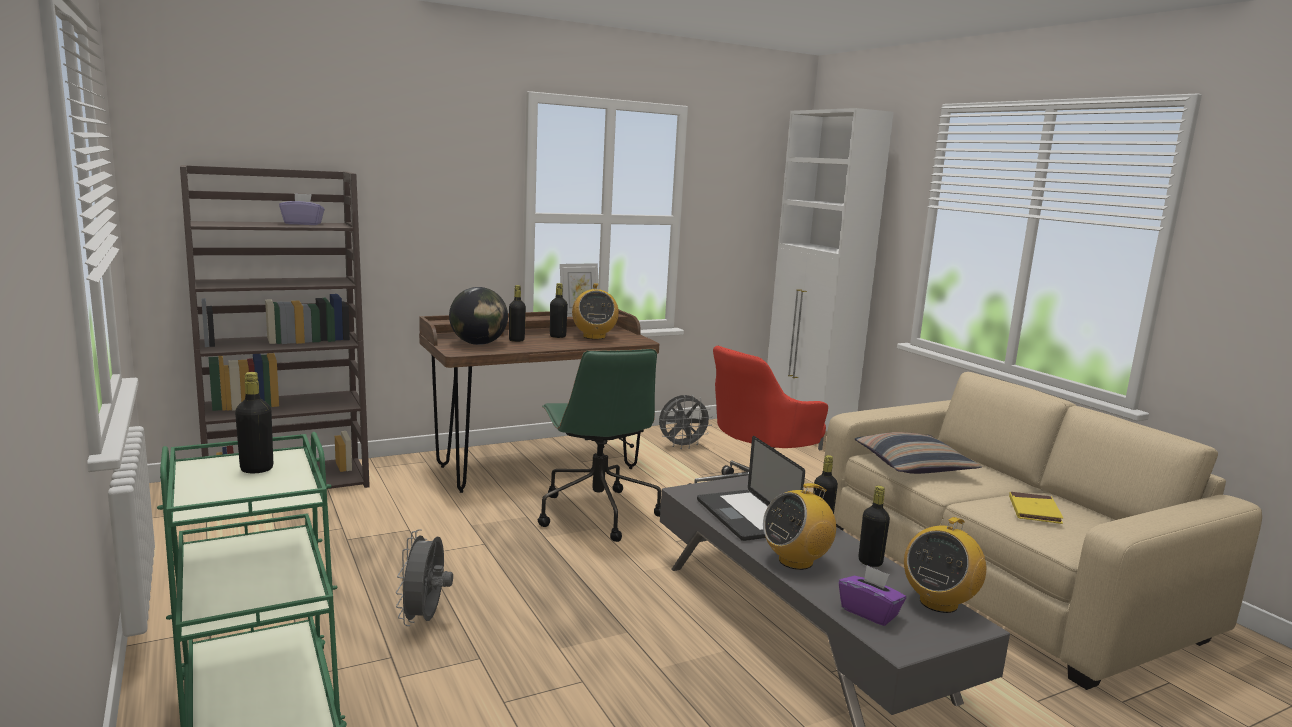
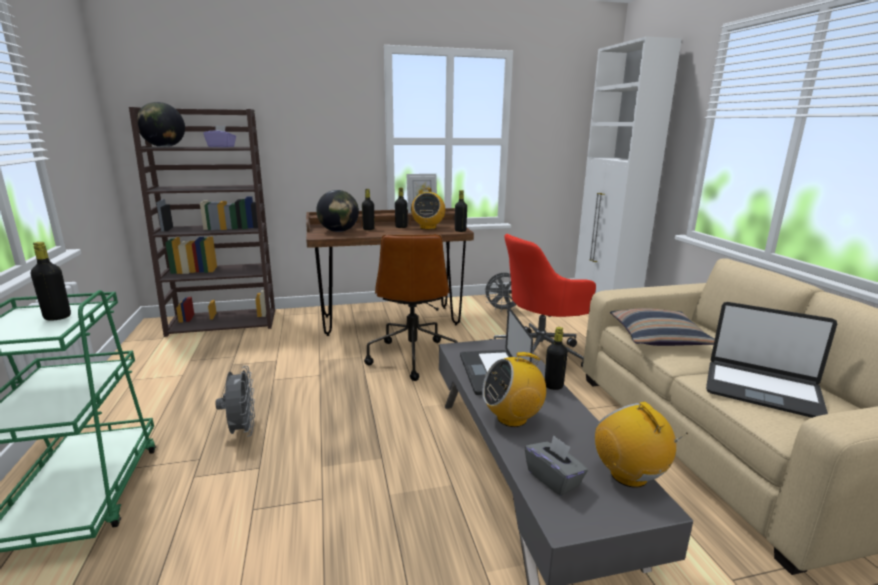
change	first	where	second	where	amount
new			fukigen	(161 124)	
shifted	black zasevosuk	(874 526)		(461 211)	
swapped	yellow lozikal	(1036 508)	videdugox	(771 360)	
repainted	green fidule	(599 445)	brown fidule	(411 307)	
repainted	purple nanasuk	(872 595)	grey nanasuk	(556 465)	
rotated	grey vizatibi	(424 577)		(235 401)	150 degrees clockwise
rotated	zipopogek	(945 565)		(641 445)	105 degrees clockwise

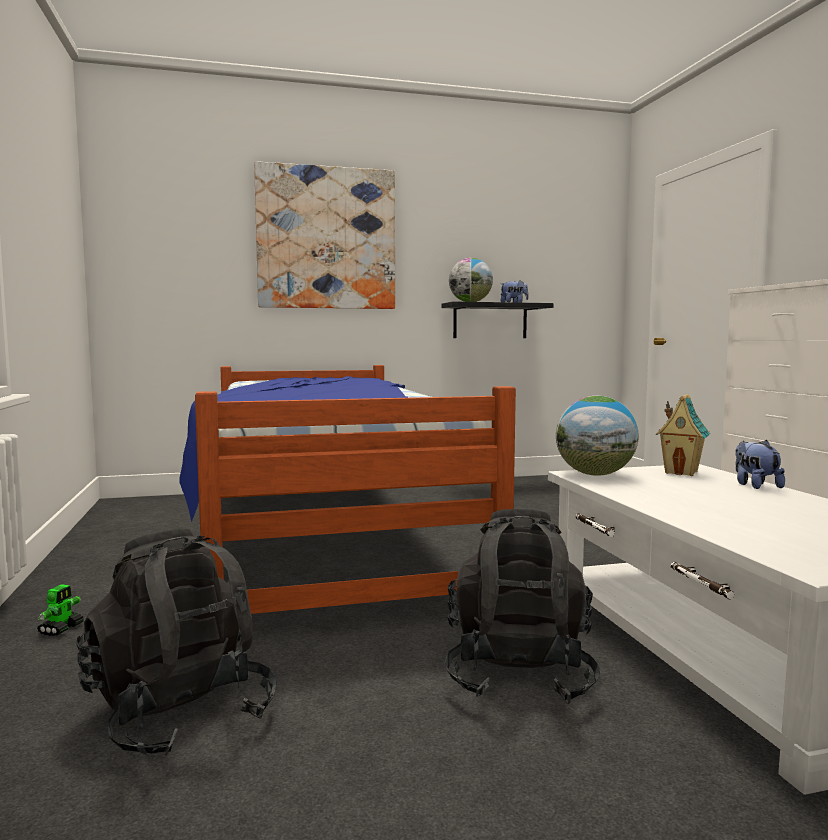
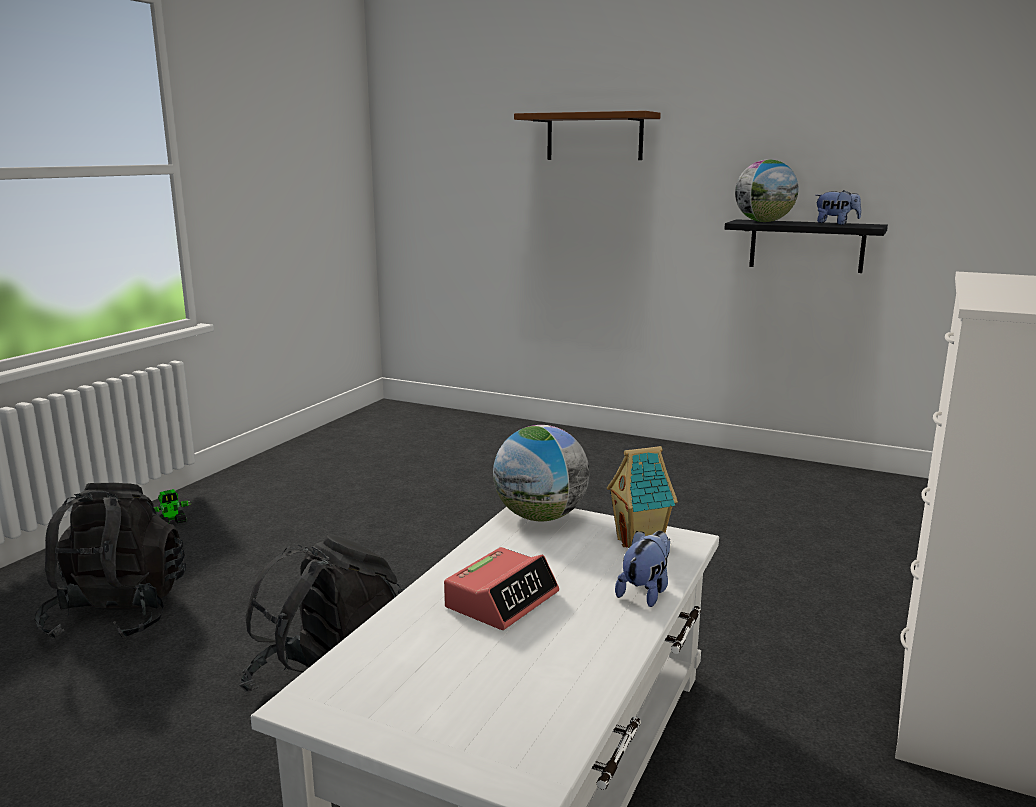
change	first	where	second	where	amount
gone	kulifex	(348 489)			
new			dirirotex	(501 588)	
swapped	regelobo	(324 235)	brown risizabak	(587 135)	

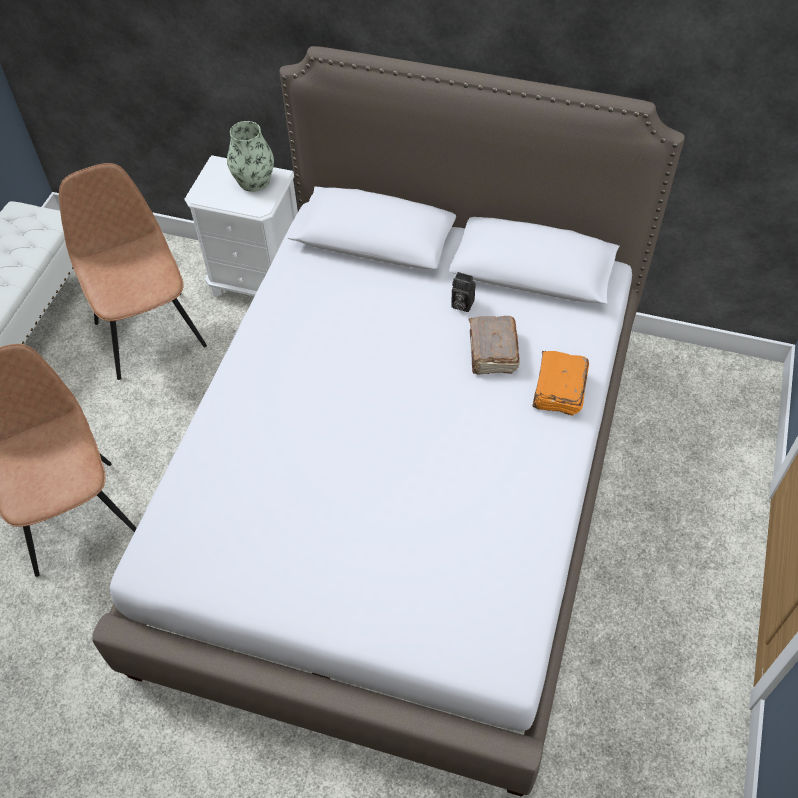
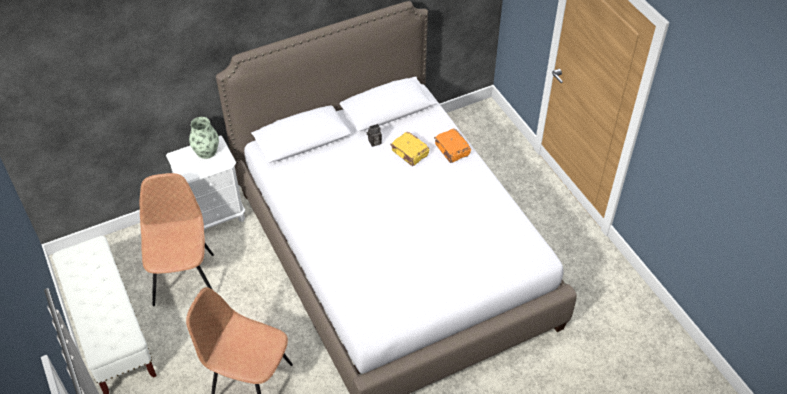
change	first	where	second	where	amount
repainted	brown lozikal	(494 345)	yellow lozikal	(409 149)	
rotated	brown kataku	(133 271)		(177 239)	60 degrees clockwise

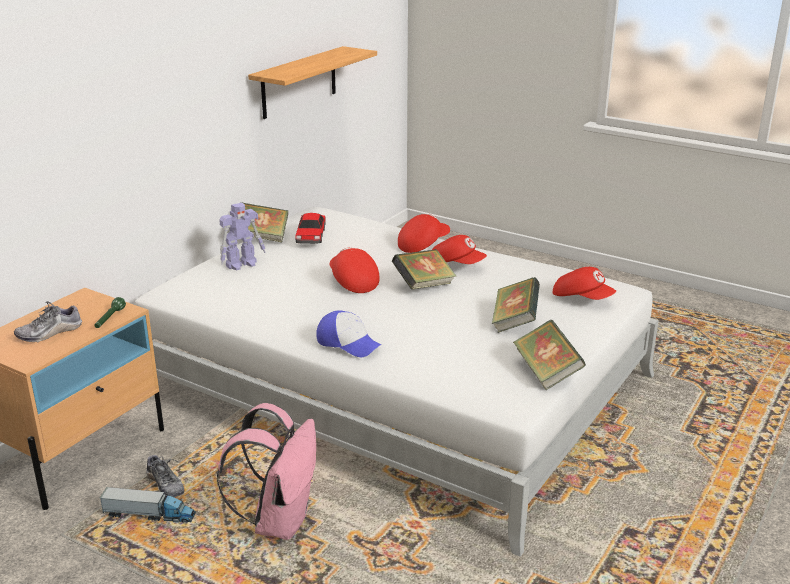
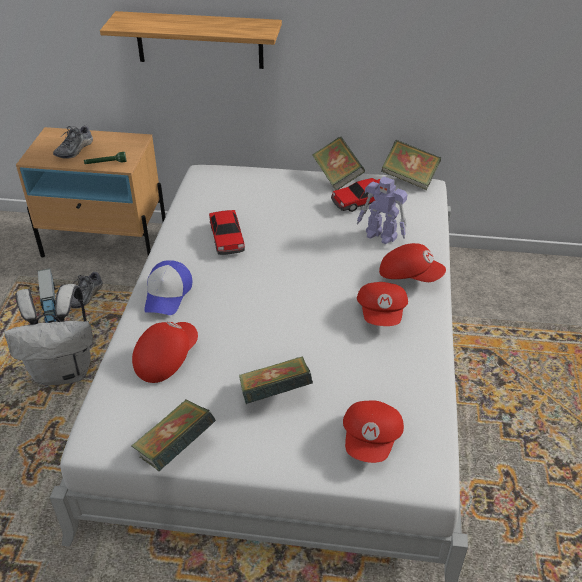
change	first	where	second	where	amount
new			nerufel	(227 232)	
shifted	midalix	(242 237)		(382 210)	
shifted	risizabak	(312 82)		(191 40)	
shifted	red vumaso	(355 270)		(165 352)	
shifted	lozikal	(424 269)		(411 165)	
repainted	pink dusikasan	(266 471)	white dusikasan	(48 334)	
rotated	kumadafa	(48 322)		(73 142)	90 degrees counterclockwise

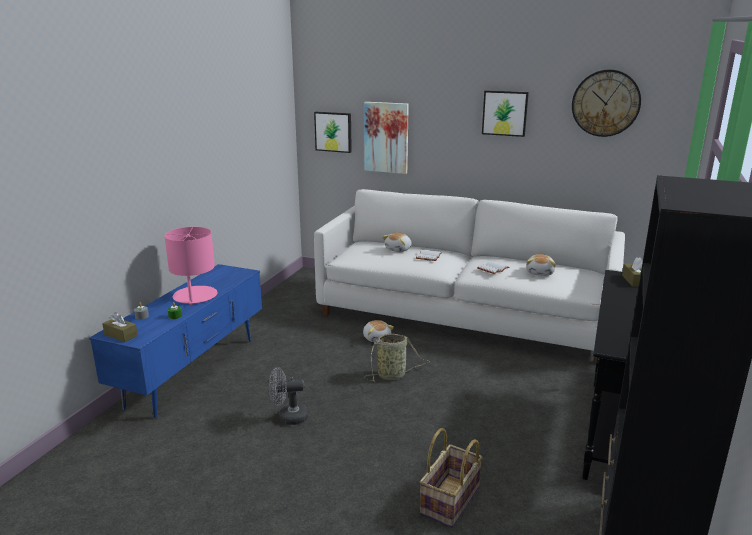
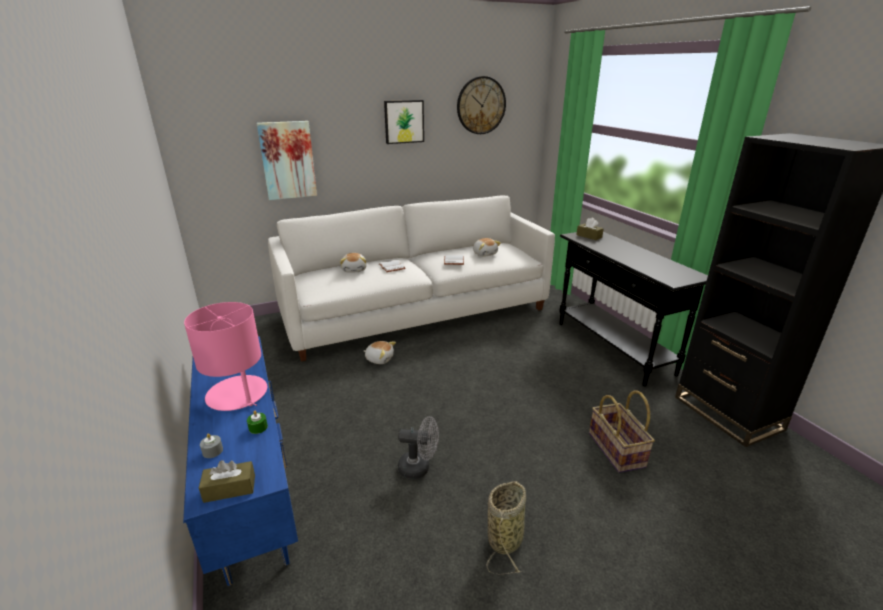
change	first	where	second	where	amount
gone	regelobo	(333 132)			
shifted	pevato	(397 358)		(506 527)	
rotated	grey vizatibi	(288 396)		(418 447)	120 degrees counterclockwise

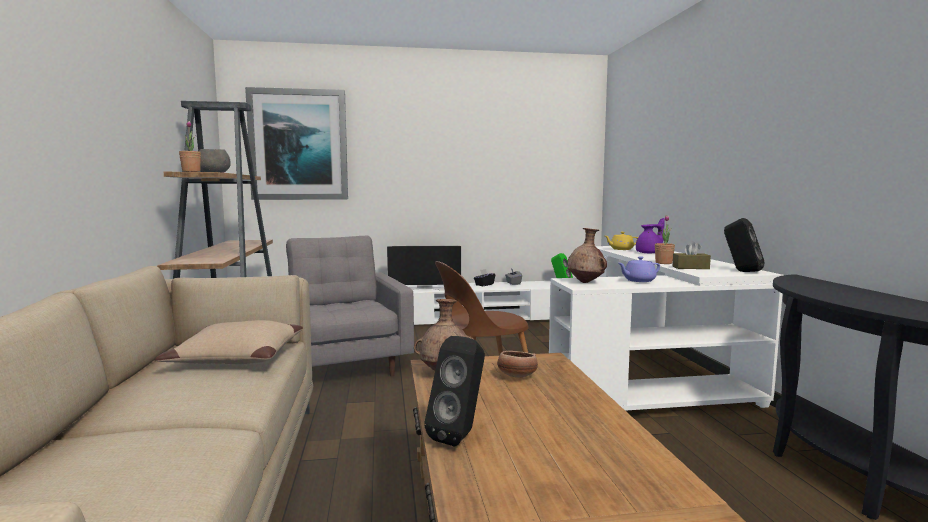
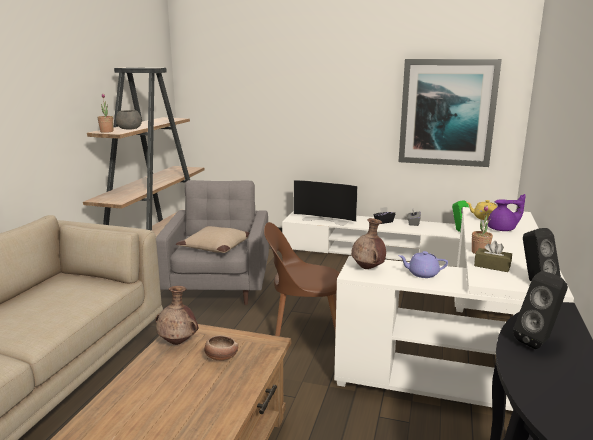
change	first	where	second	where	amount
shifted	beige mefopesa	(229 342)		(213 239)	
shifted	regelobo	(296 143)		(450 113)	
shifted	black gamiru	(454 391)		(540 310)	

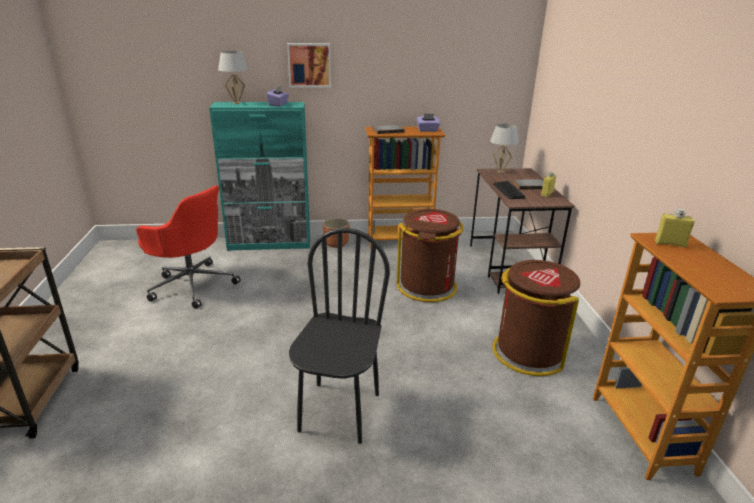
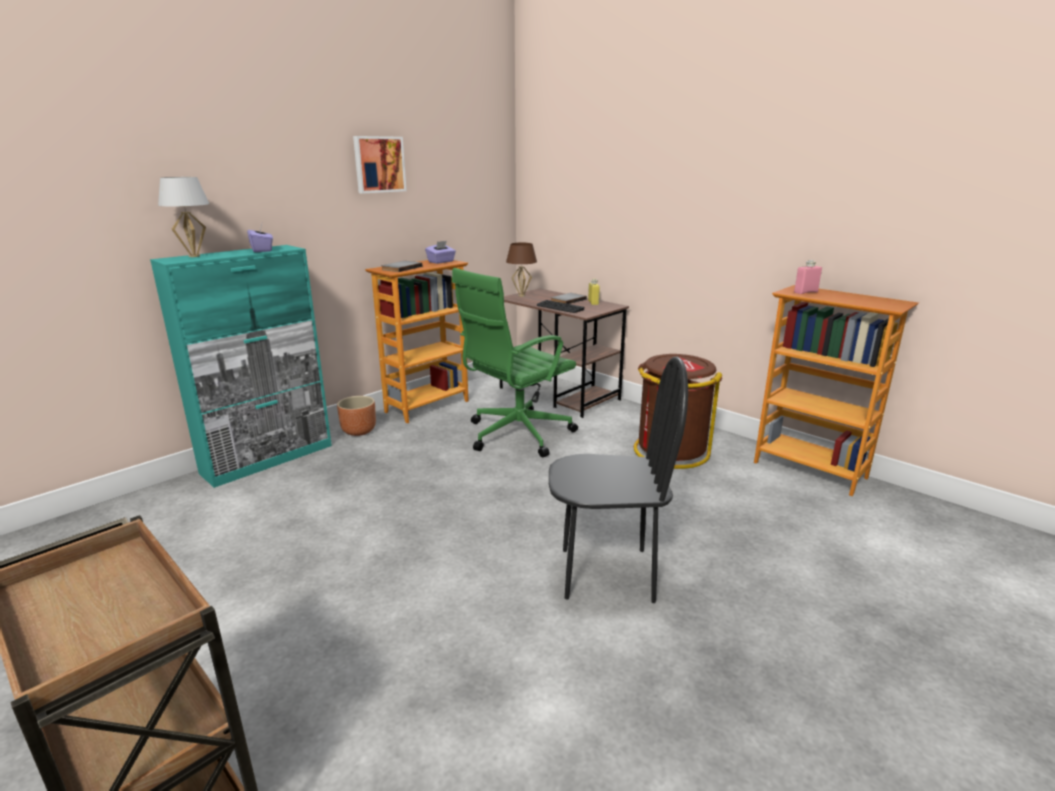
change	first	where	second	where	amount
gone	red fidule	(188 247)			
shifted	regelobo	(309 65)		(380 165)	
swapped	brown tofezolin	(430 255)	green fidule	(515 362)	
repainted	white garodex	(504 148)	brown garodex	(521 270)	
repainted	yellow zasevosuk	(675 228)	pink zasevosuk	(808 277)	
rotated	black kataku	(339 336)		(618 480)	120 degrees clockwise

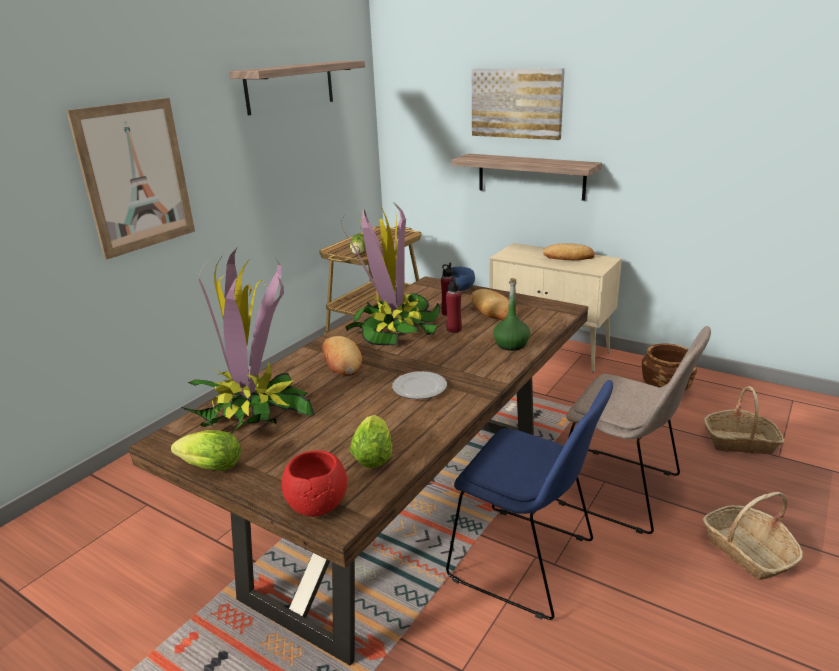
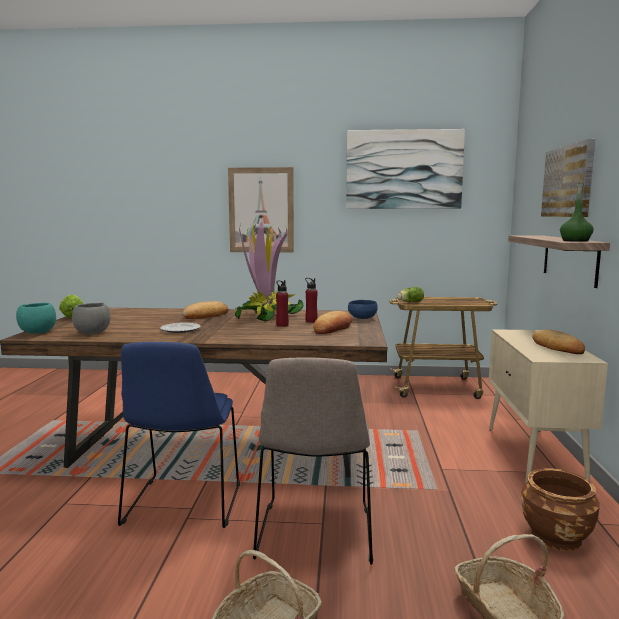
change	first	where	second	where	amount
gone	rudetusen	(247 340)			
shifted	green zasevosuk	(512 314)		(577 212)	
swapped	risizabak	(297 88)	regelobo	(405 169)	
swapped	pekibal	(371 441)	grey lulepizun	(91 319)	
repainted	red lulepizun	(314 483)	turquoise lulepizun	(36 318)	

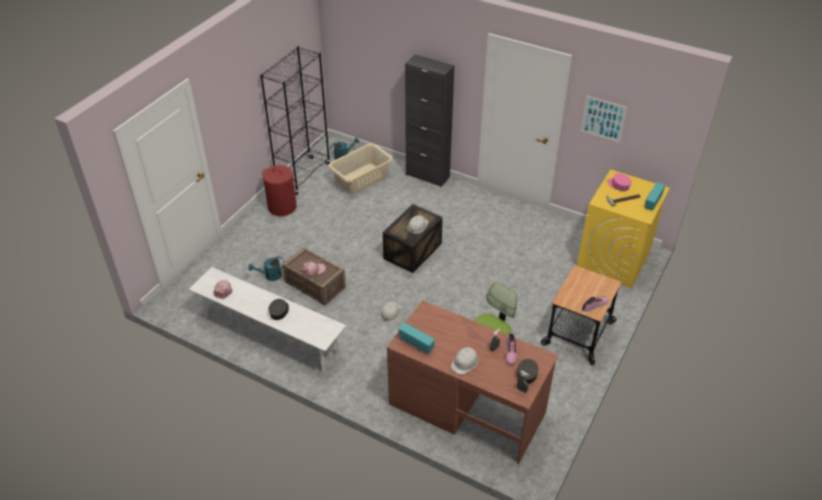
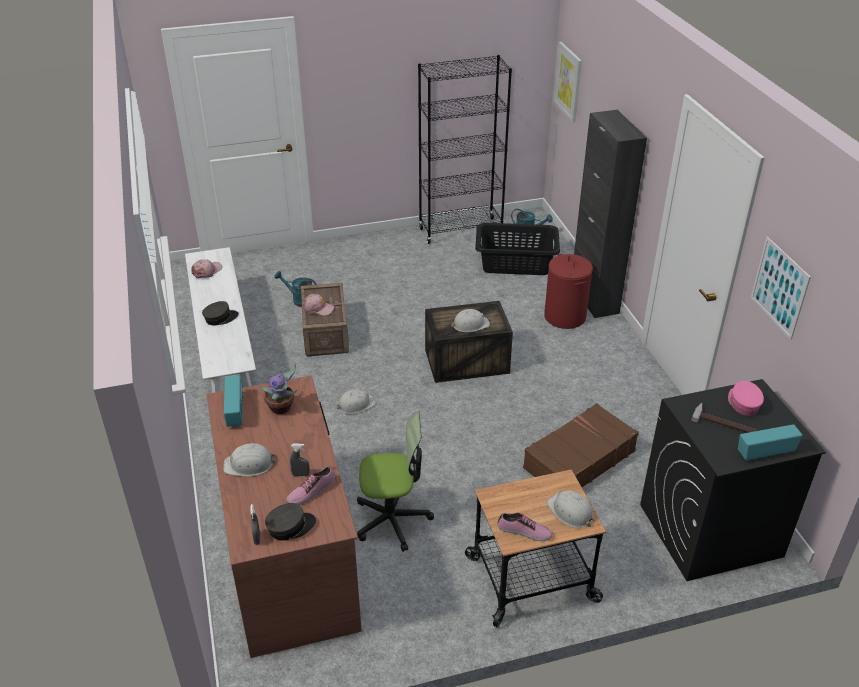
change	first	where	second	where	amount
new			rudetusen	(278 389)	
new			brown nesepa	(581 445)	
new			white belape	(570 509)	
new			regelobo	(568 82)	
shifted	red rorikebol	(279 190)		(568 291)	
repainted	beige rorikebol	(360 168)	black rorikebol	(517 249)	
repainted	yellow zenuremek	(623 229)	black zenuremek	(733 480)	

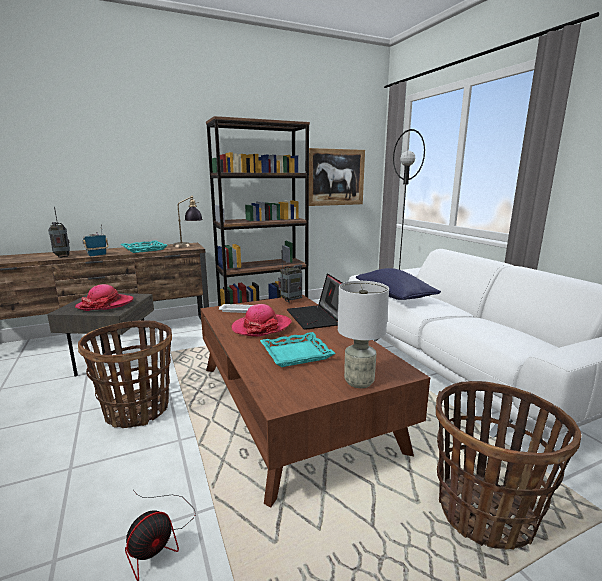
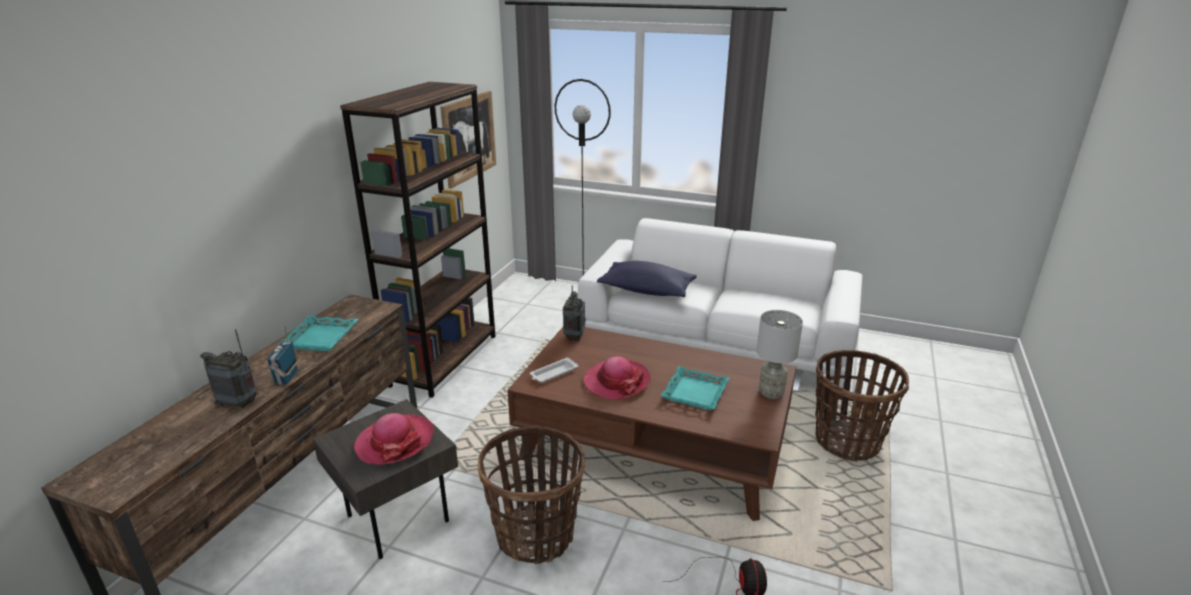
change	first	where	second	where	amount
gone	garodex	(188 221)			
gone	videdugox	(314 301)			

